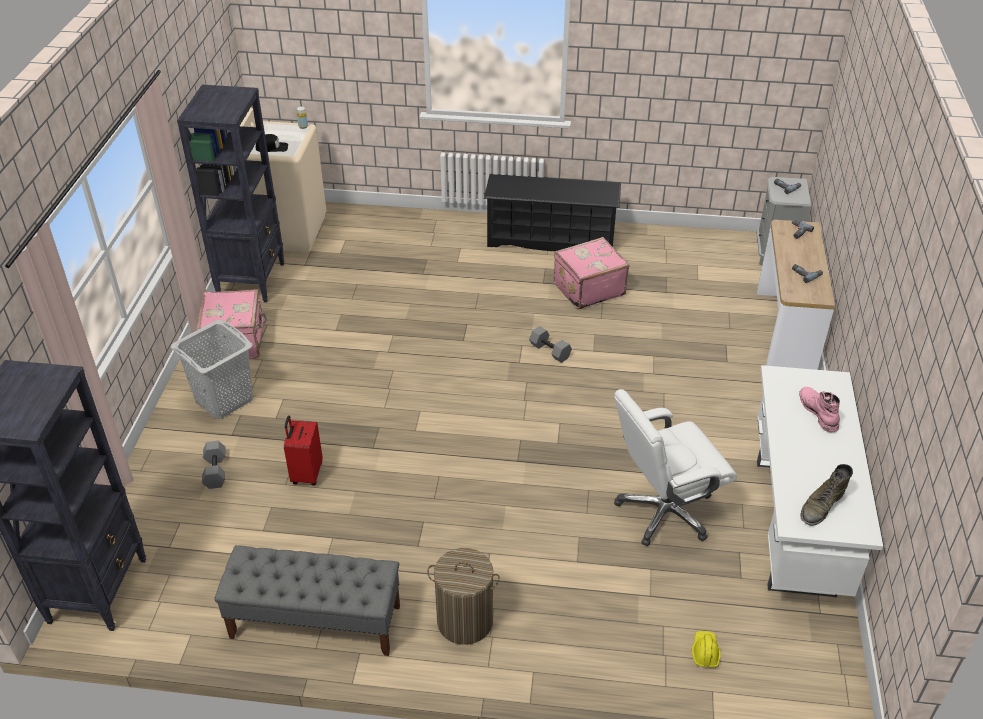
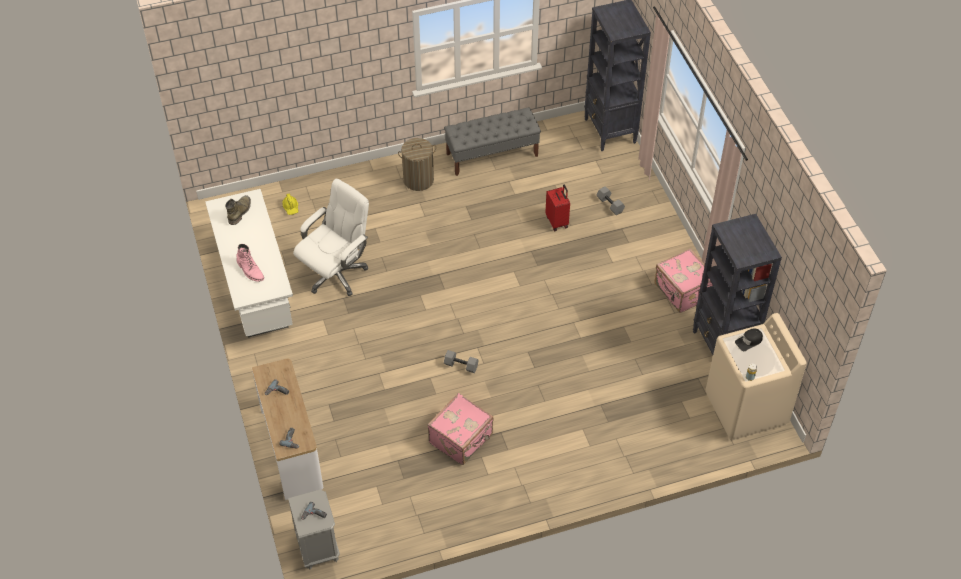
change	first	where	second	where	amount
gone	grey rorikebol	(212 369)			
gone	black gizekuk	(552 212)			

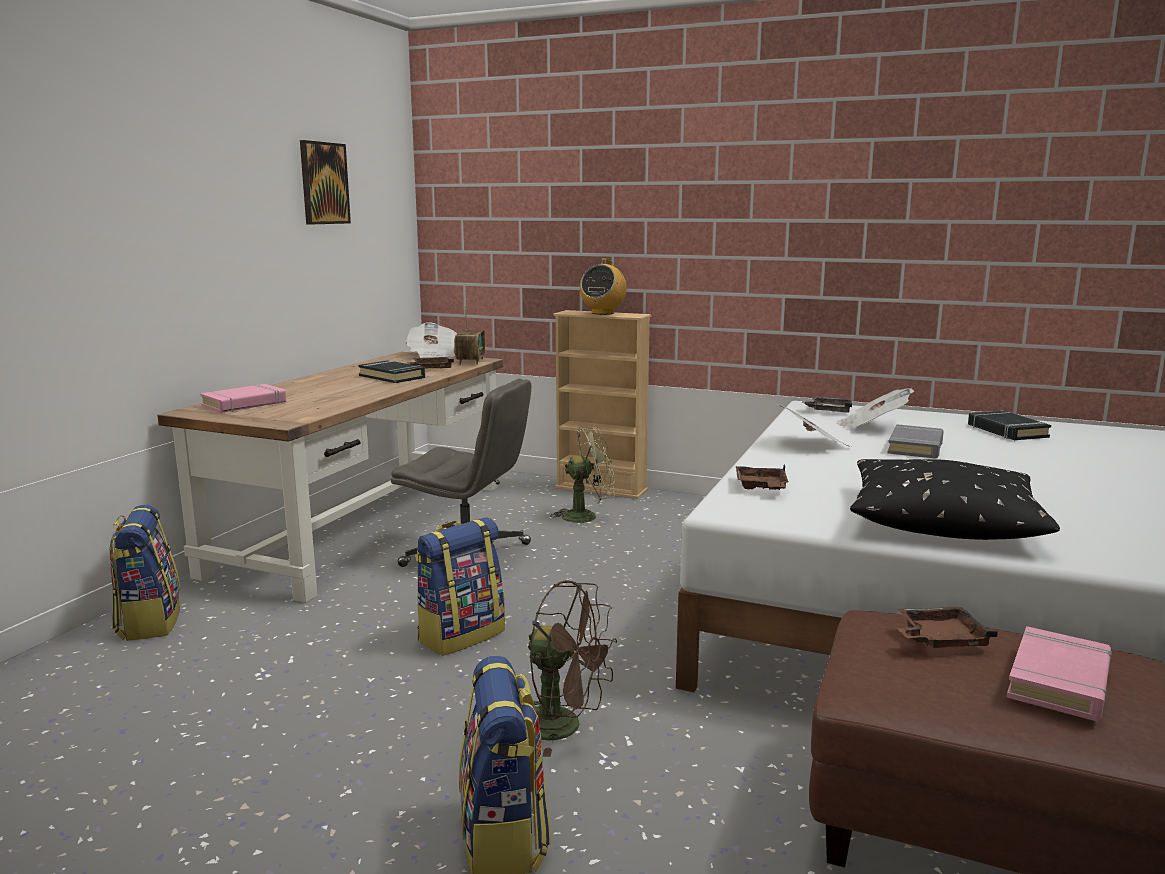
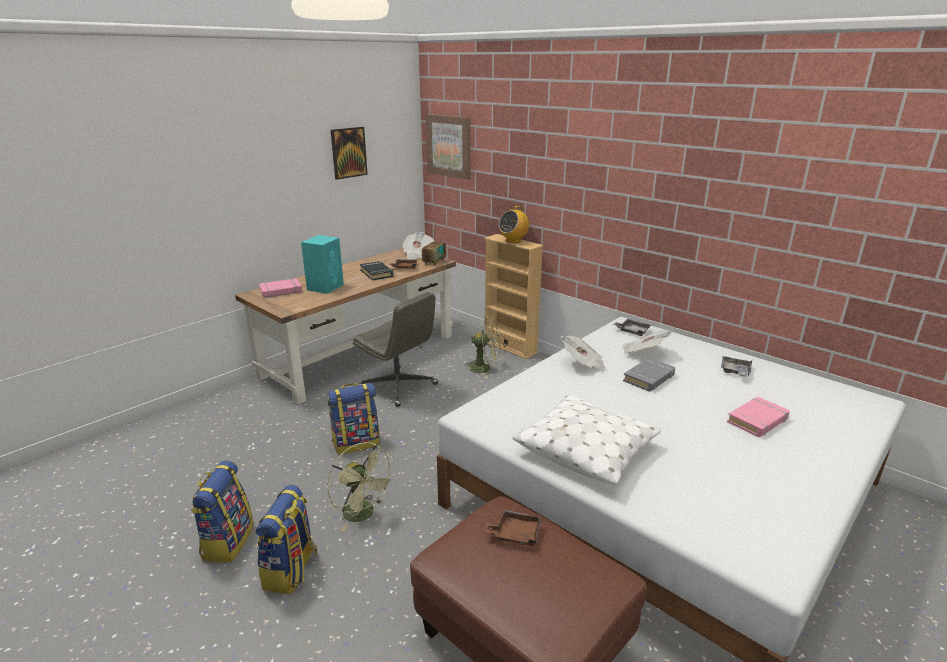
change	first	where	second	where	amount
gone	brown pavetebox	(762 477)			
new			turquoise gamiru	(322 264)	
new			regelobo	(448 147)	
shifted	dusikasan	(144 573)		(222 511)	
shifted	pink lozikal	(1059 673)		(758 416)	
swapped	black lozikal	(1009 425)	grey pavetebox	(736 366)	
repainted	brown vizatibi	(572 668)	green vizatibi	(361 486)	
repainted	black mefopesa	(955 499)	white mefopesa	(586 440)	

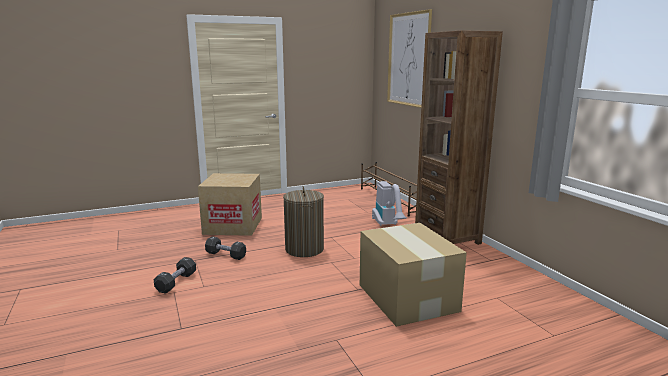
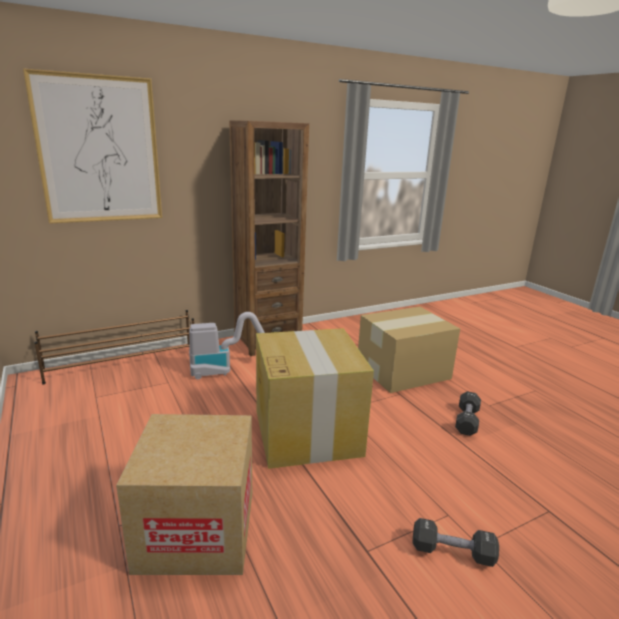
change	first	where	second	where	amount
shifted	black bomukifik	(225 248)		(468 413)	
swapped	rorikebol	(303 221)	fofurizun	(315 398)	

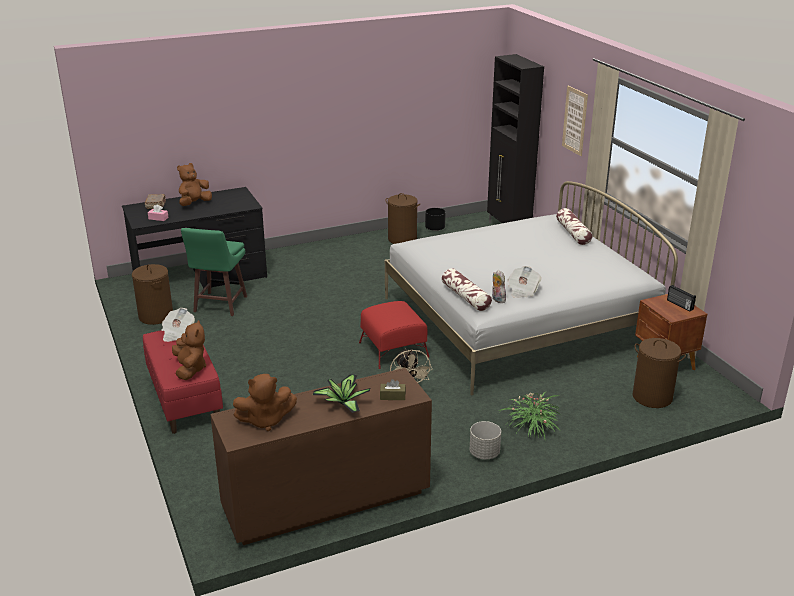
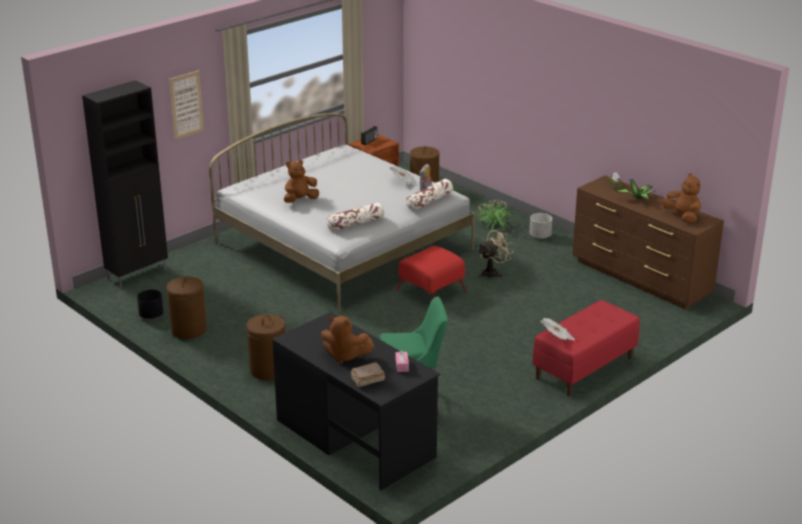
change	first	where	second	where	amount
shifted	brown rorikebol	(152 294)		(265 347)	
shifted	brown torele	(189 350)		(301 181)	
shifted	mefopesa	(574 226)		(355 217)	

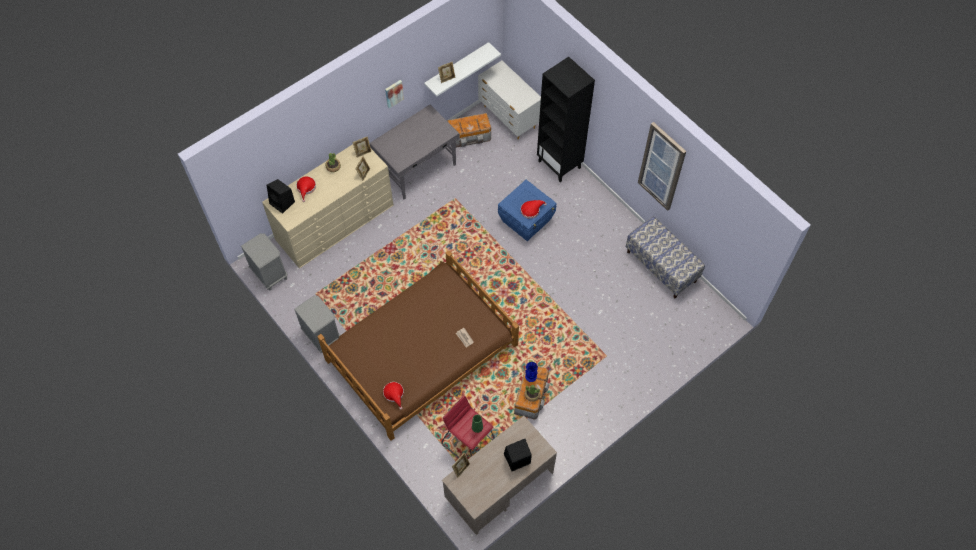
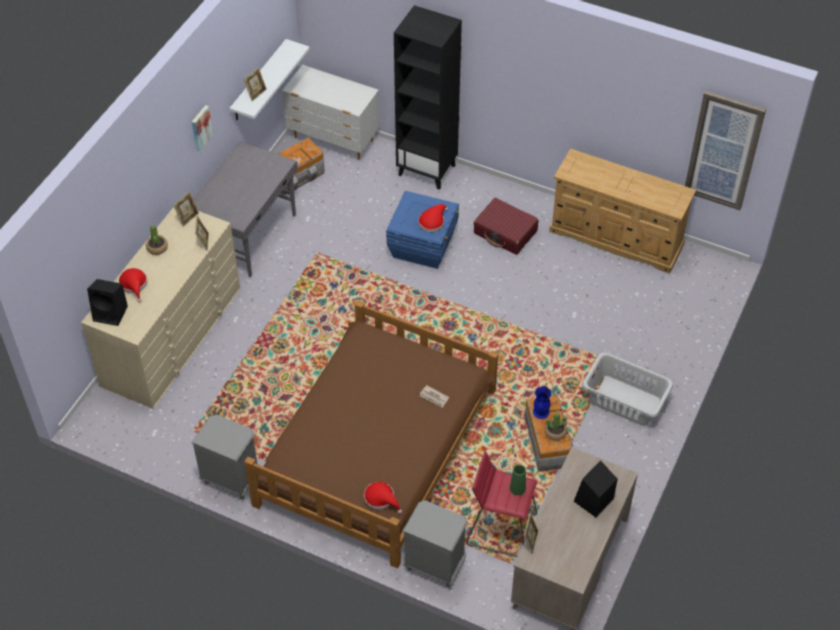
change	first	where	second	where	amount
new			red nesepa	(506 226)	
new			grey rorikebol	(627 389)	
shifted	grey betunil	(264 261)		(435 543)	
shifted	regelobo	(662 166)		(725 150)	
swapped	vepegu	(665 257)	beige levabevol	(622 211)	

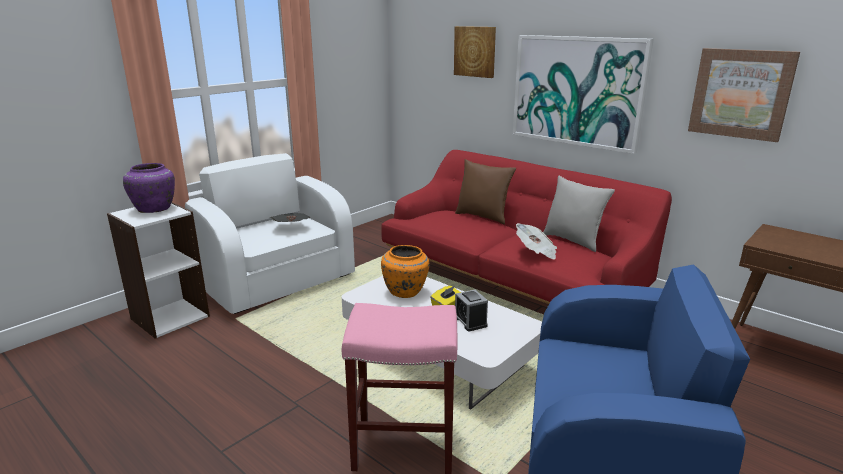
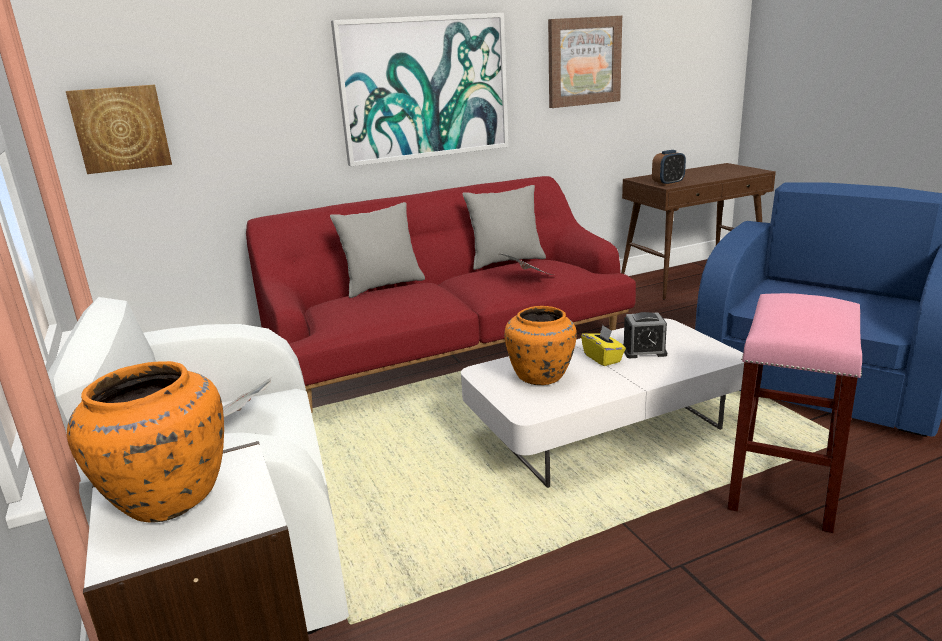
change	first	where	second	where	amount
new			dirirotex	(669 168)	
shifted	regelobo	(475 52)		(119 129)	
repainted	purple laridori	(149 188)	orange laridori	(145 442)	
repainted	brown mefopesa	(485 191)	grey mefopesa	(377 250)	

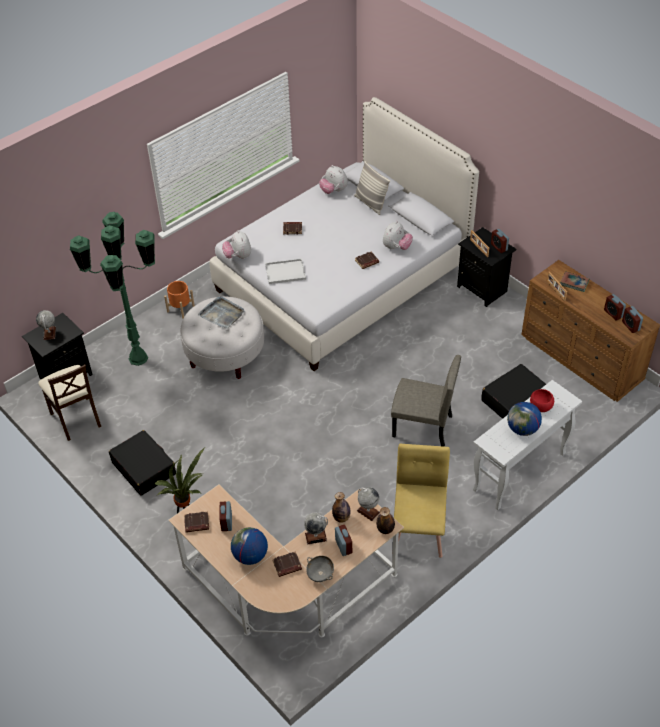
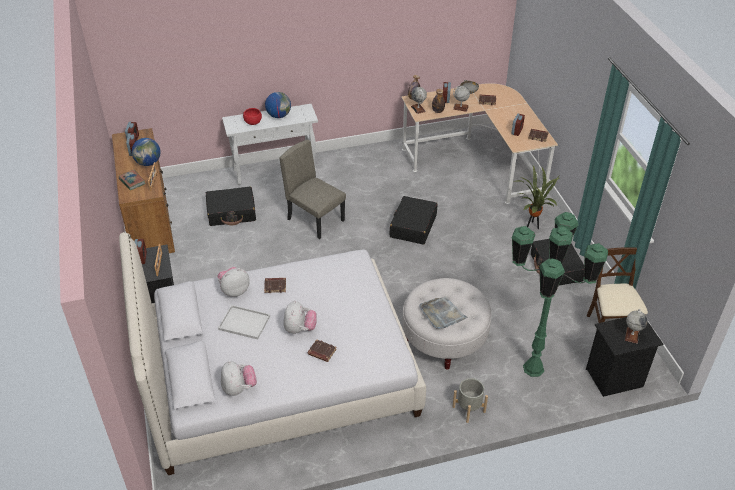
change	first	where	second	where	amount
gone	mefopesa	(372 188)			
gone	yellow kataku	(421 501)			
new			black nesepa	(413 220)	
shifted	torele	(236 244)		(300 317)	
shifted	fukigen	(249 546)		(146 152)	
shifted	white pavetebox	(285 271)		(244 322)	
repainted	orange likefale	(179 300)	grey likefale	(470 400)	

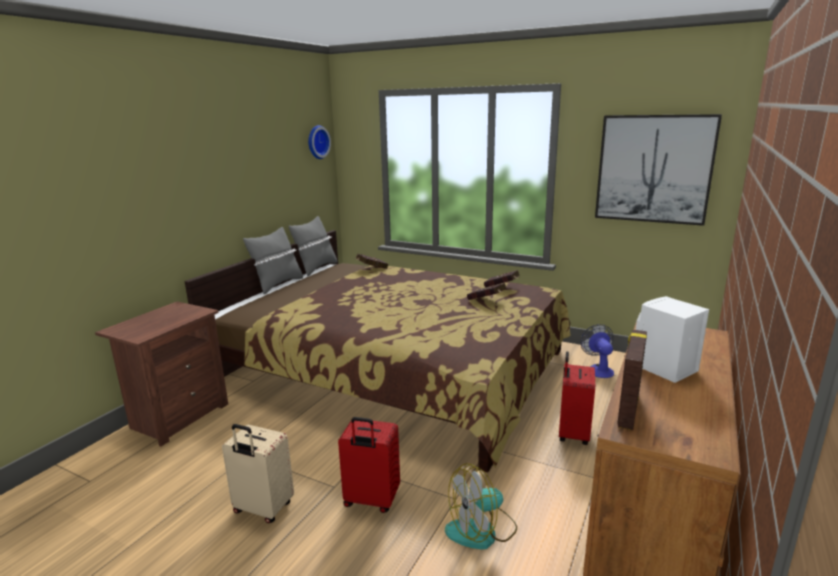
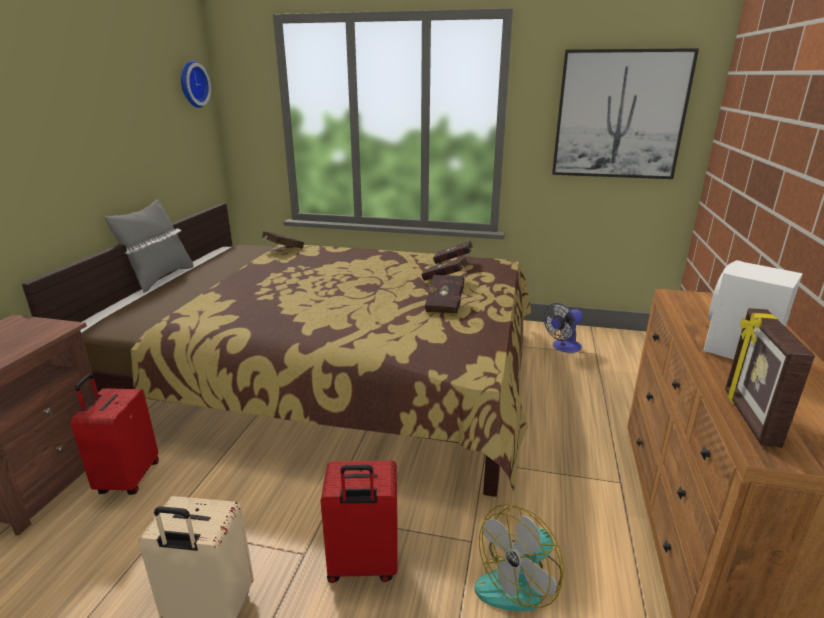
change	first	where	second	where	amount
gone	grey mefopesa	(313 246)			
new			red lozikal	(445 294)	
shifted	red nesepa	(577 398)		(114 434)	
rotated	vizatibi	(597 351)		(563 328)	105 degrees counterclockwise

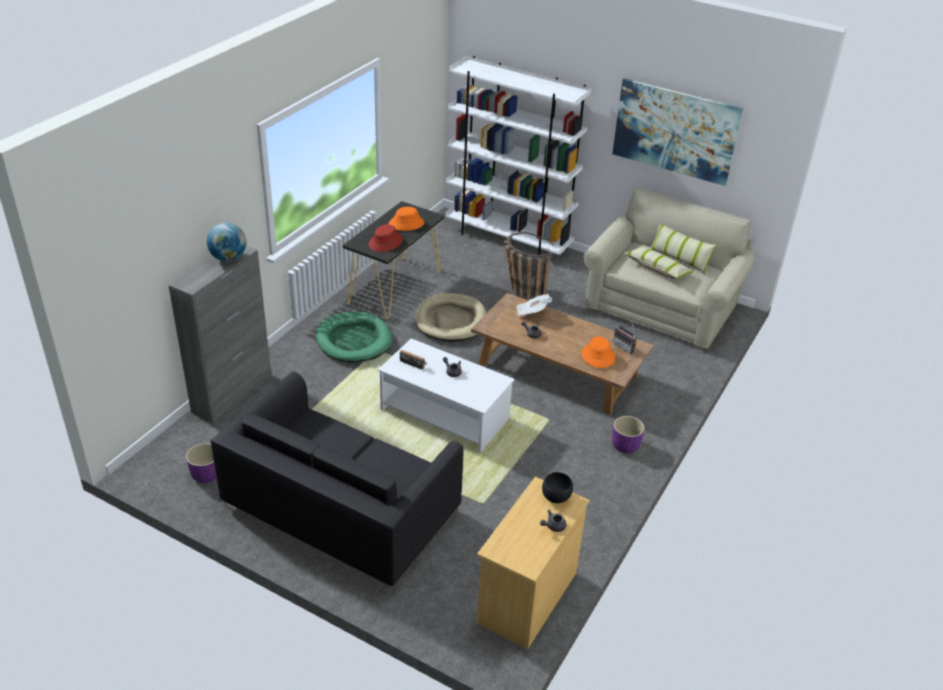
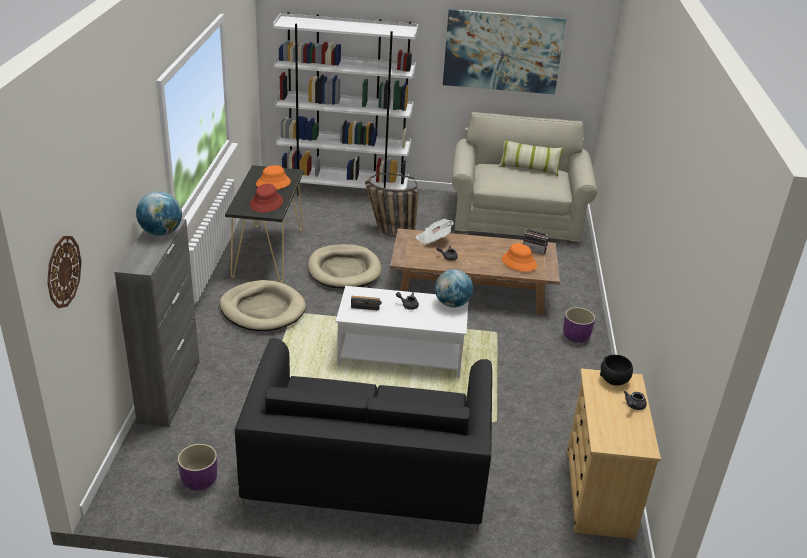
change	first	where	second	where	amount
gone	mefopesa	(658 263)			
new			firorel	(64 272)	
new			fukigen	(454 288)	
repainted	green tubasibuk	(354 337)	beige tubasibuk	(262 305)	

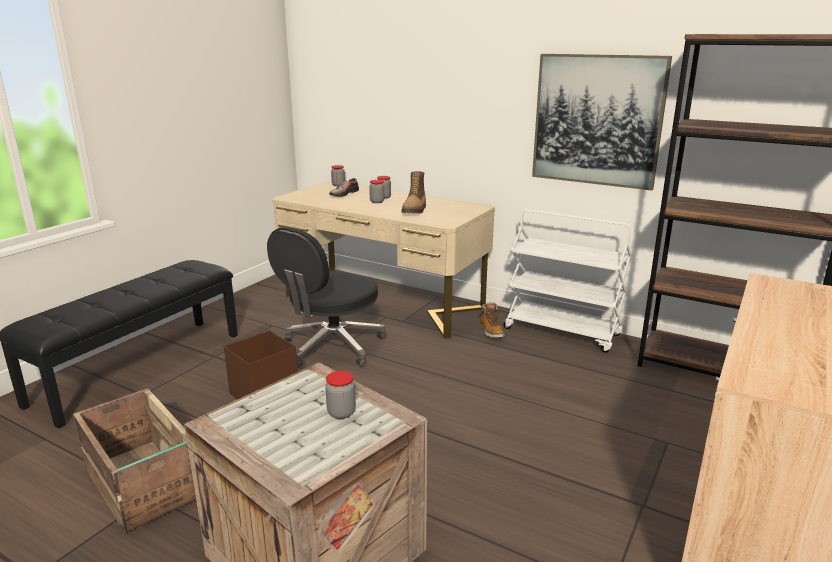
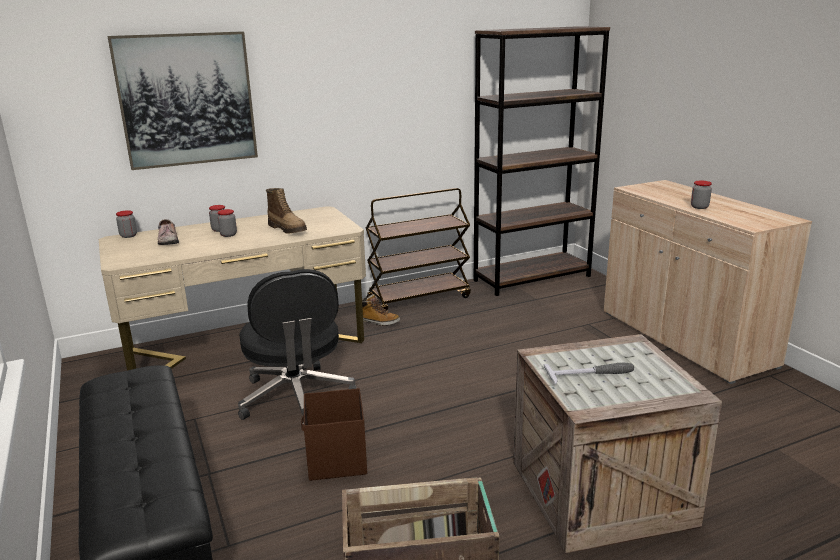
change	first	where	second	where	amount
new			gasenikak	(588 373)	
shifted	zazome	(340 395)		(701 195)	
shifted	regelobo	(602 122)		(182 101)	
repainted	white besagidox	(567 281)	brown besagidox	(418 249)	

